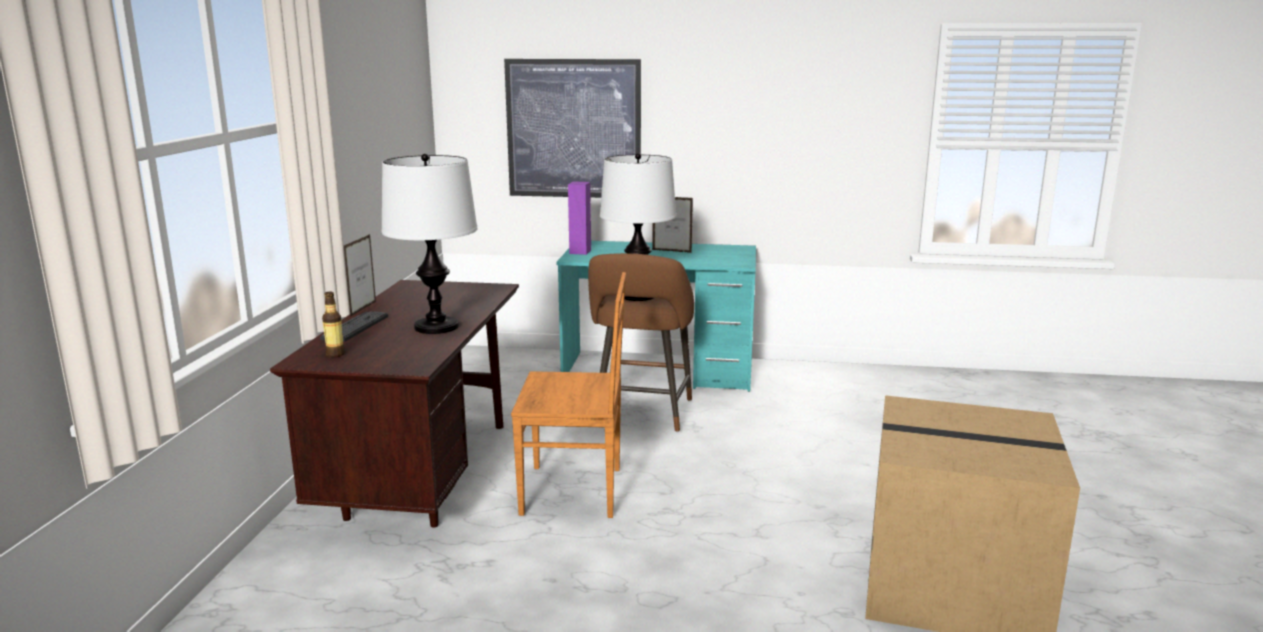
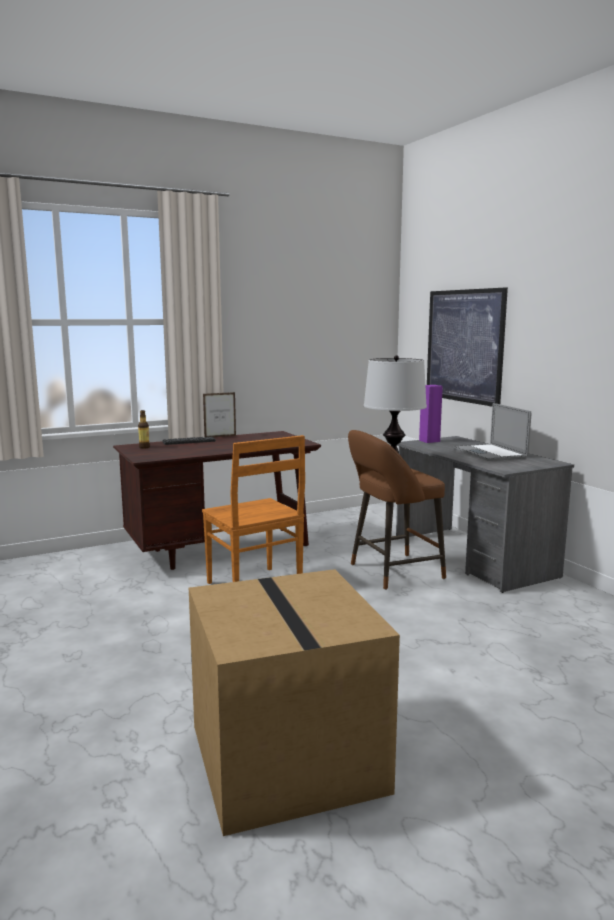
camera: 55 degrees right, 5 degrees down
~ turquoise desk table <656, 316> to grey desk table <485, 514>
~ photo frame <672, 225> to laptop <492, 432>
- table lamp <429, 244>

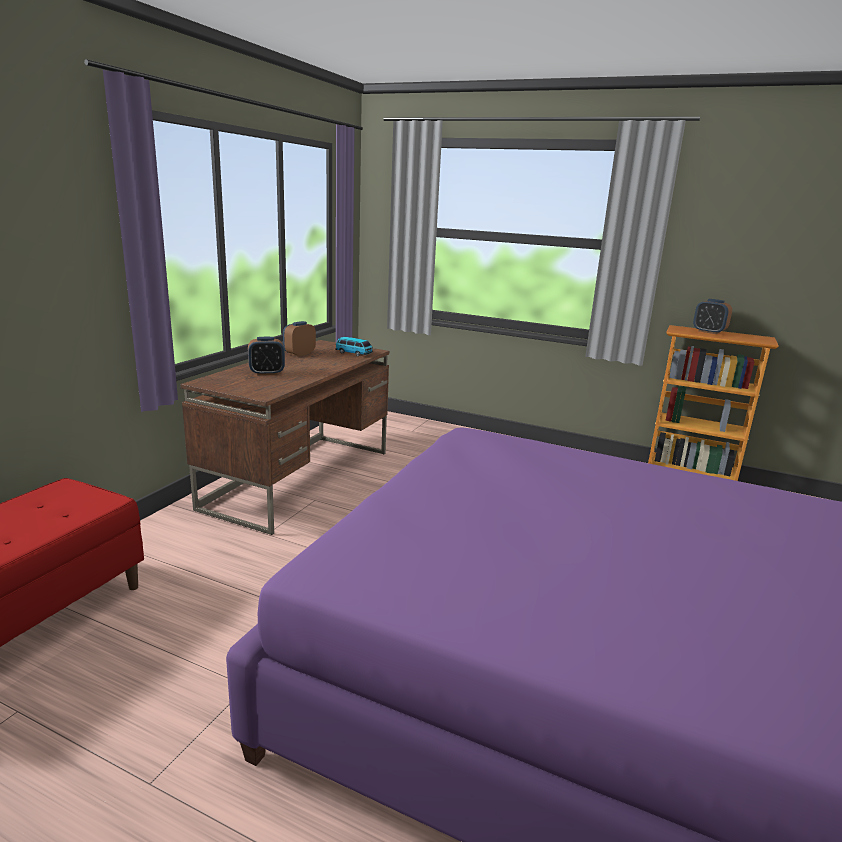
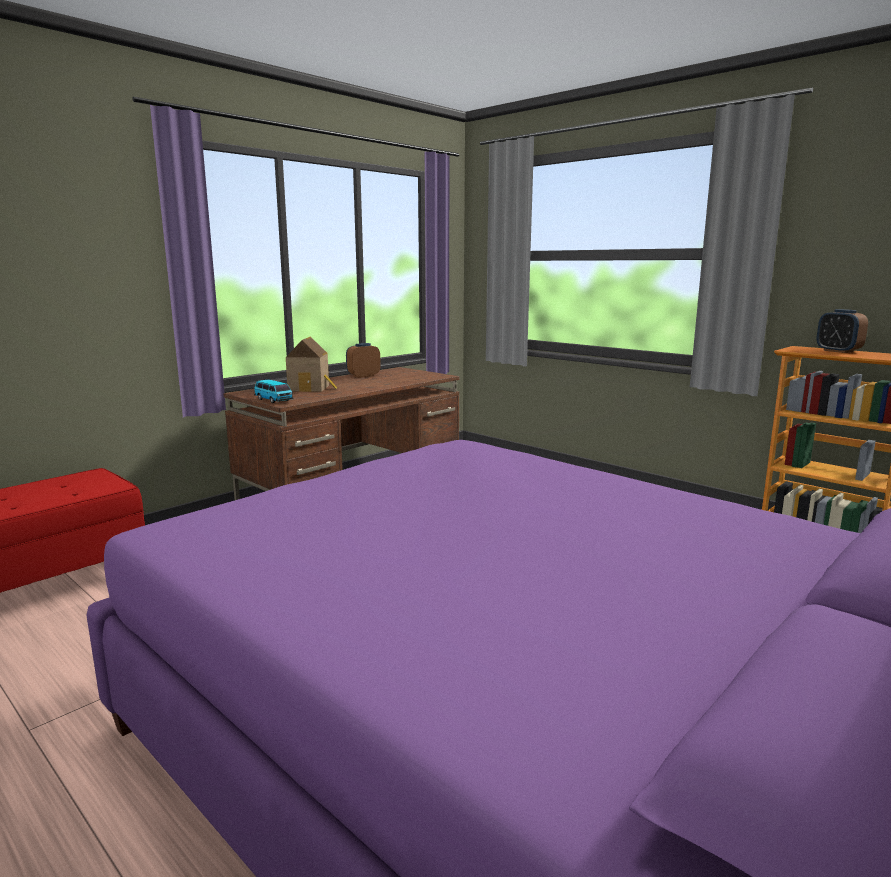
camera: 20 degrees right, 5 degrees down
~ toy car <354, 346> to <274, 391>
~ alarm clock <266, 356> to toy house <311, 364>

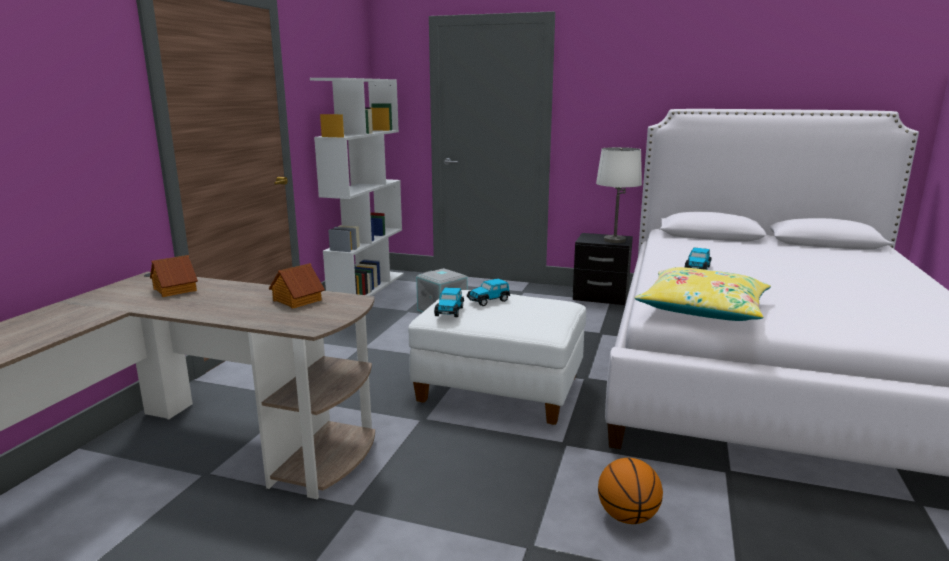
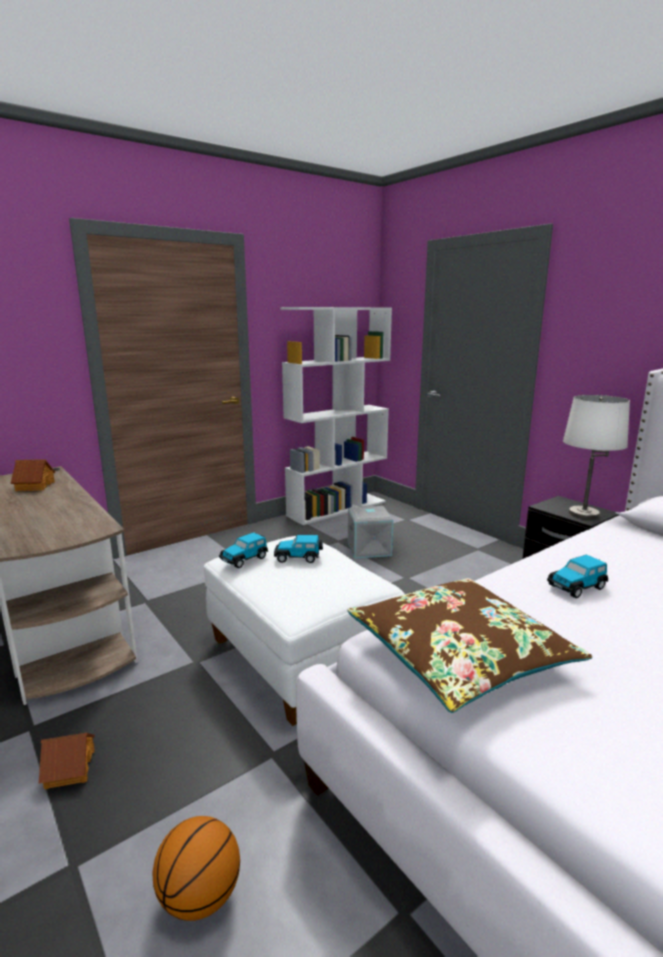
camera: 35 degrees right, 0 degrees up
~ toy house <297, 286> to <67, 761>
~ yellow-coloured pillow <702, 294> to brown-coloured pillow <470, 645>

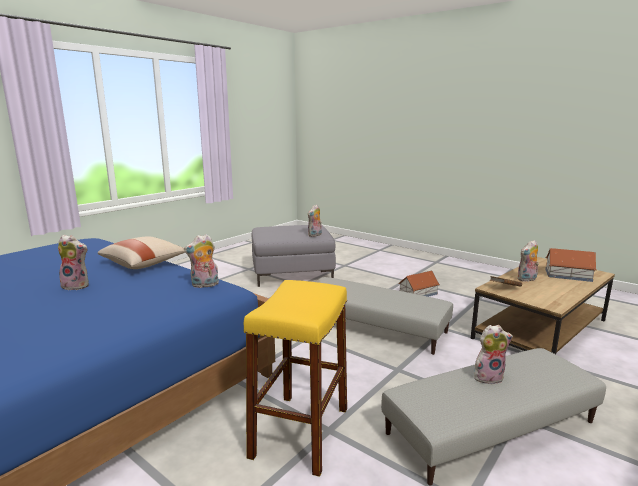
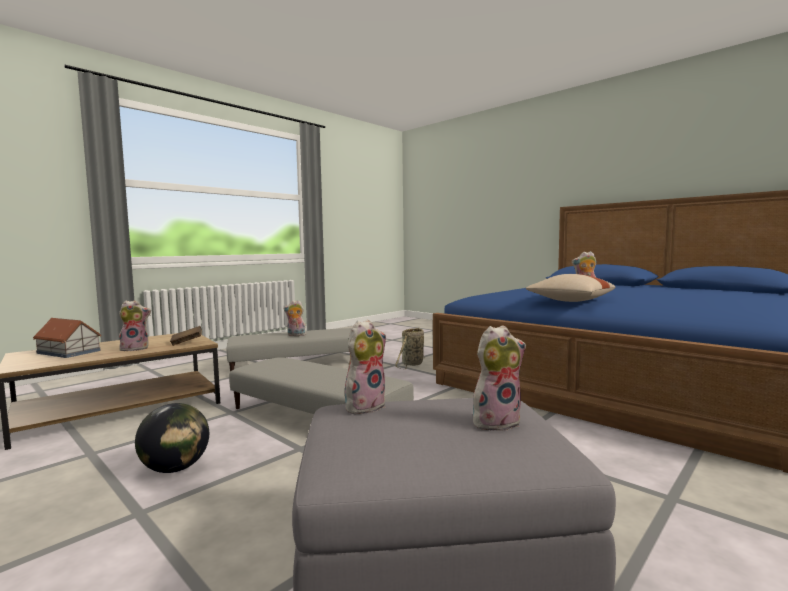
camera: 175 degrees left, 10 degrees down
~ toy house <419, 283> to world globe <172, 438>
~ yellow-coloured stool seat <295, 378> to household basket <410, 349>
~ soft toy <201, 261> to <499, 378>

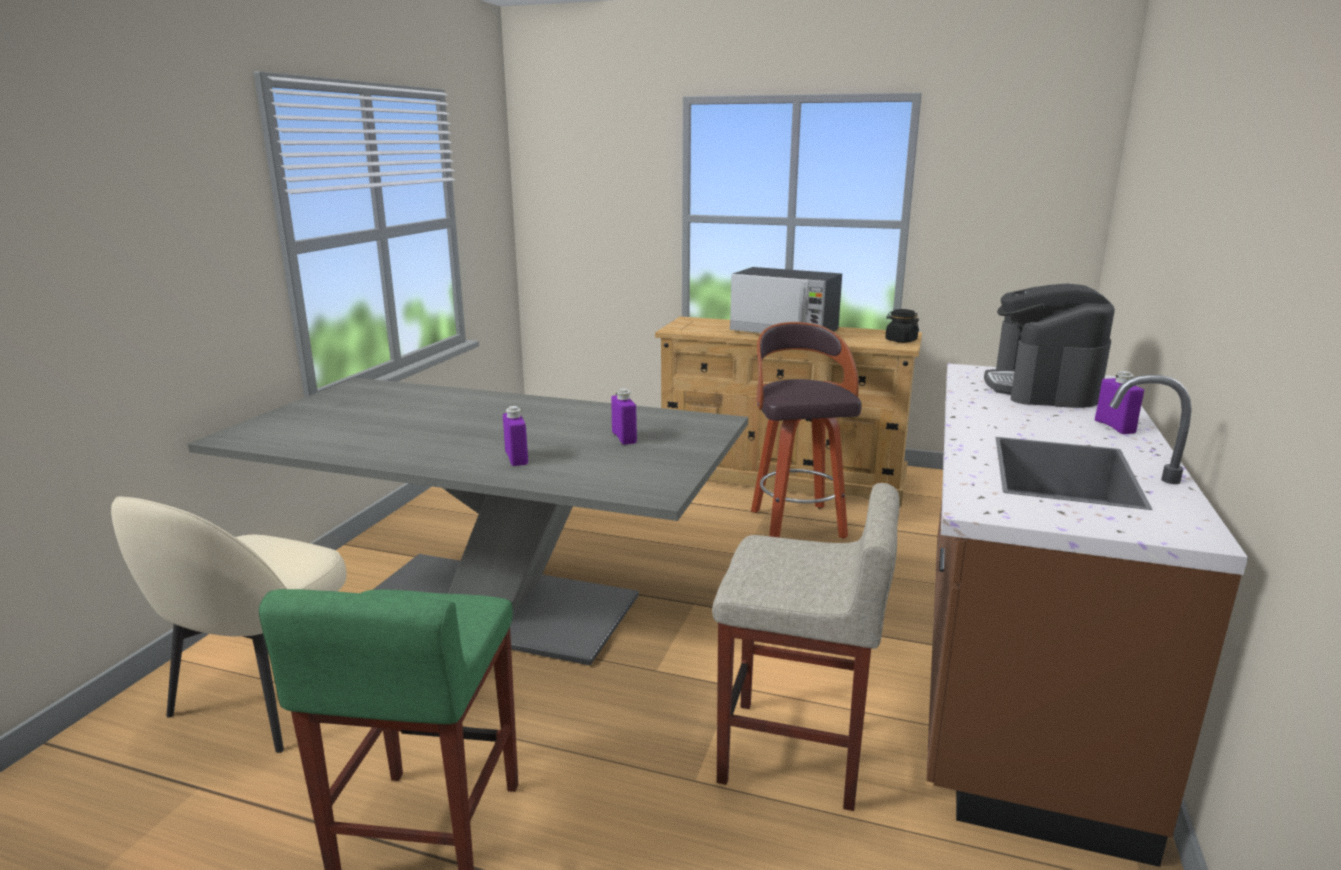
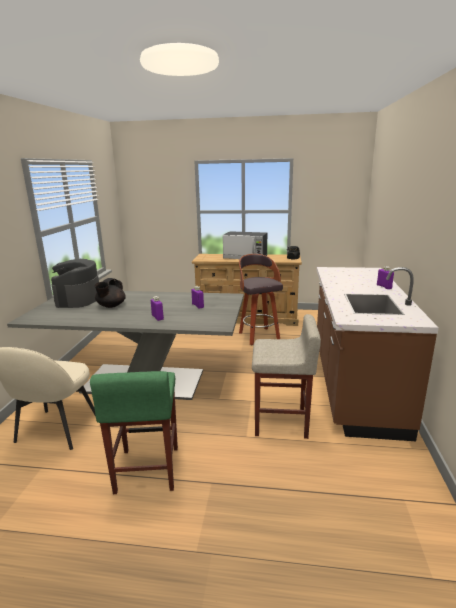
camera: 10 degrees left, 0 degrees up
~ coffee brewer <1049, 345> to <75, 283>
+ blackish tea pot <110, 293>

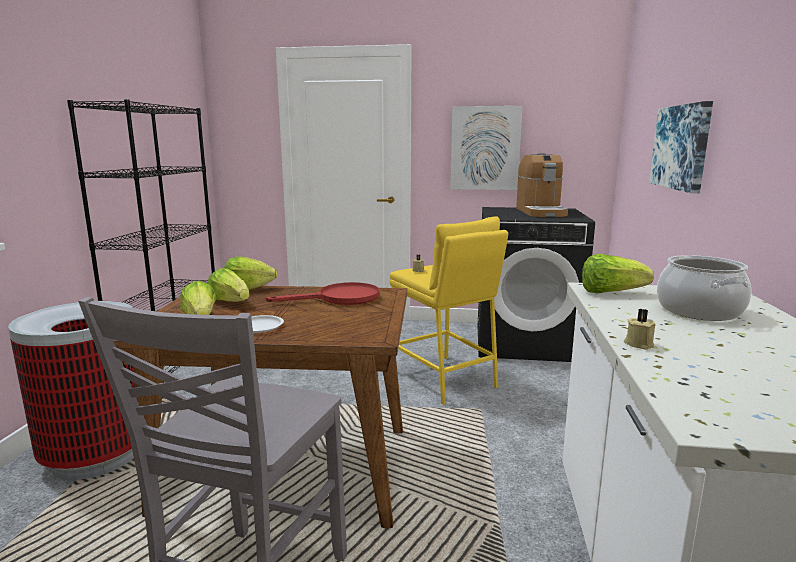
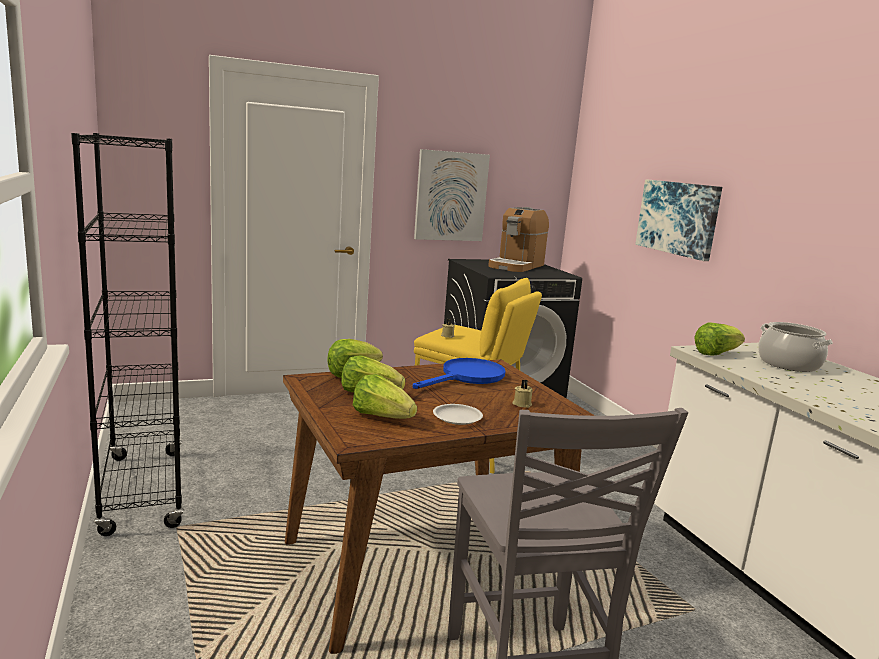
camera: 30 degrees left, 0 degrees up
~ red-coloured frying pan <323, 293> to blue-coloured frying pan <459, 373>
~ coffee brewer <542, 185> = <518, 239> 60 degrees clockwise
~ sand-coloured wax light <639, 329> to <522, 393>
- rubbish bin <71, 391>

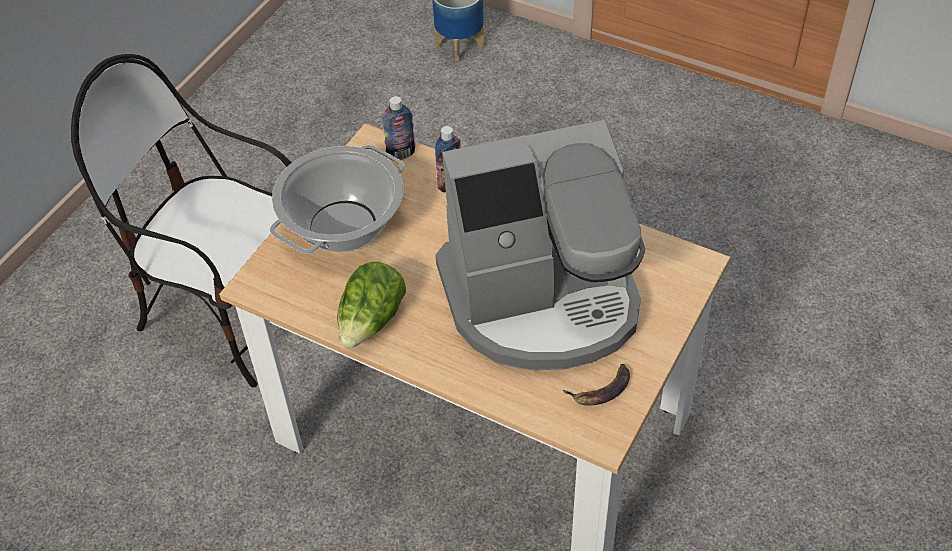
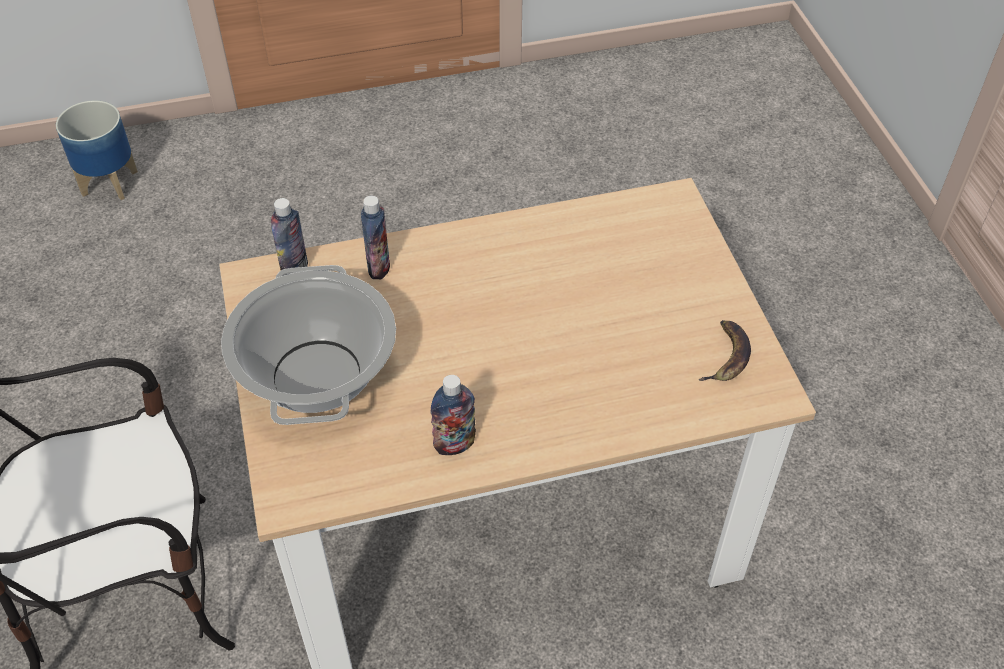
camera: 45 degrees left, 0 degrees up
~ lettuce head <372, 305> to drink bottle <453, 415>
- coffee brewer <540, 245>

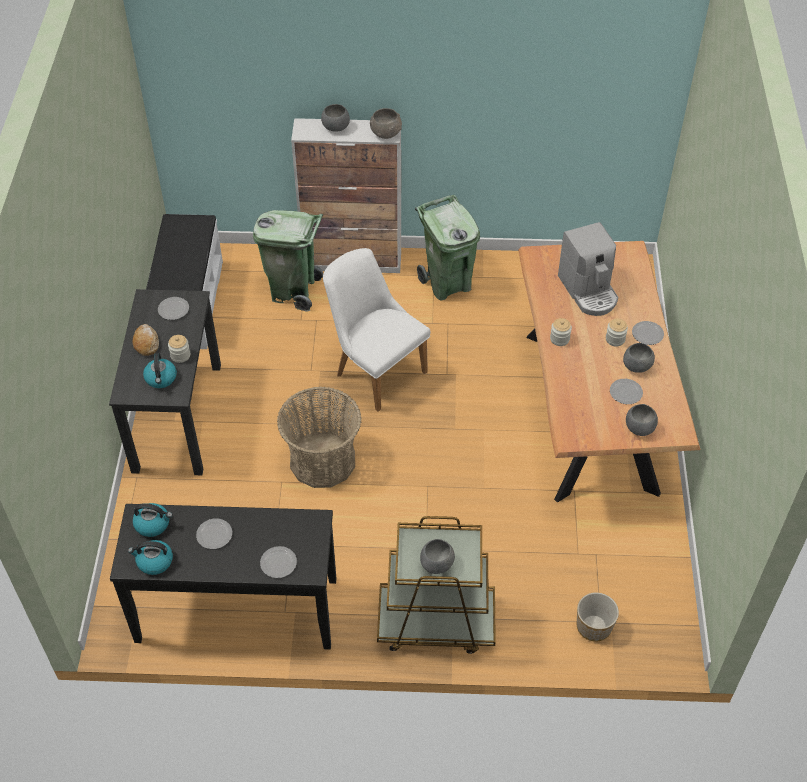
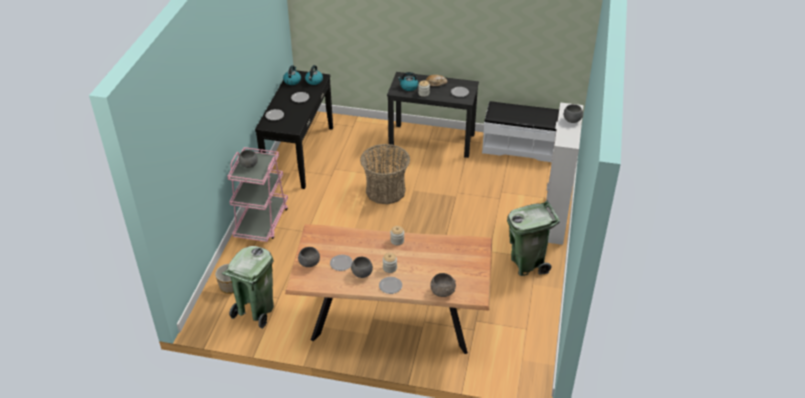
camera: 100 degrees right, 10 degrees down
~ greenish rubbish bin <288, 260> to <248, 287>
~ brown-coloured cart <436, 585> to pink cart <257, 194>
~ grey deep dish <386, 123> to <443, 285>
- white chair <376, 330>
- coffee brewer <588, 269>

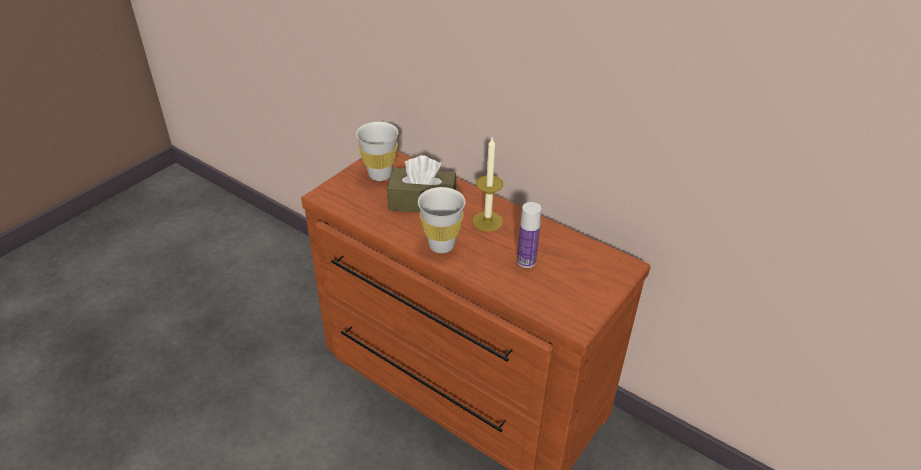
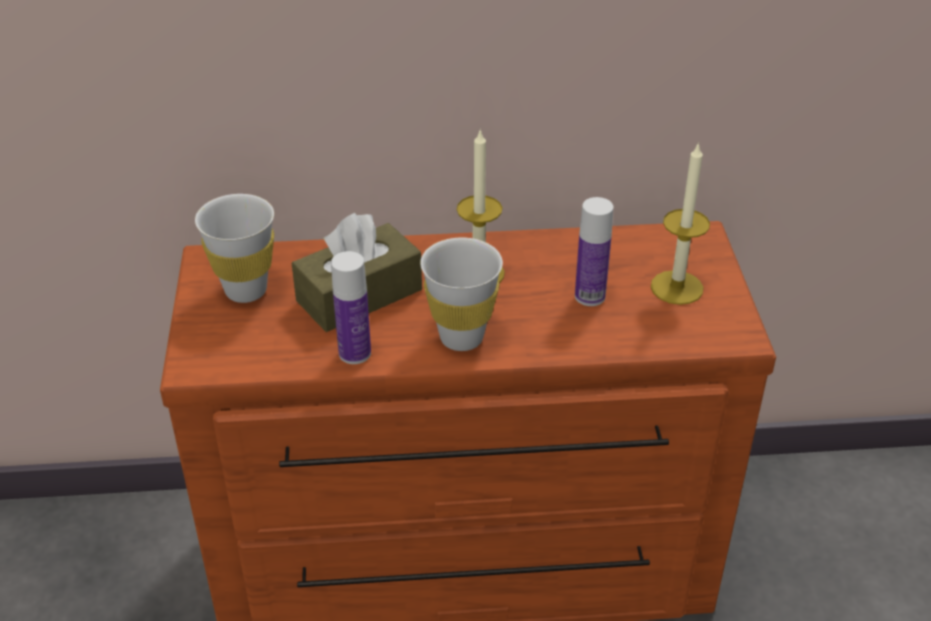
camera: 40 degrees left, 0 degrees up
+ drink bottle <351, 307>
+ wax light <680, 223>

